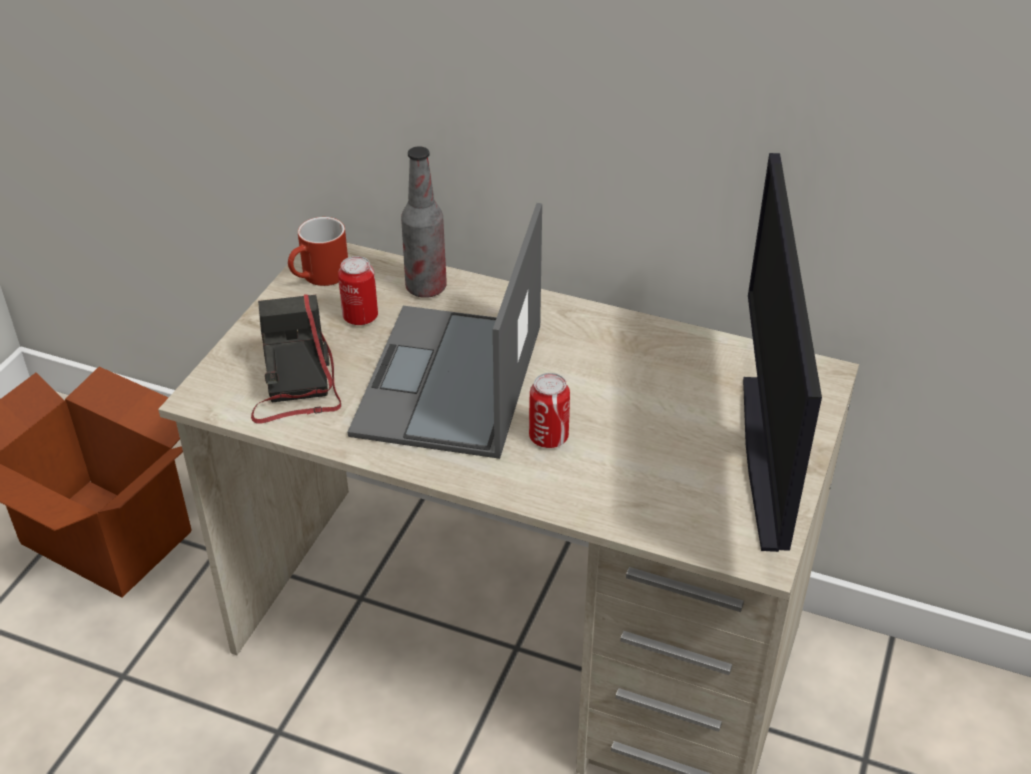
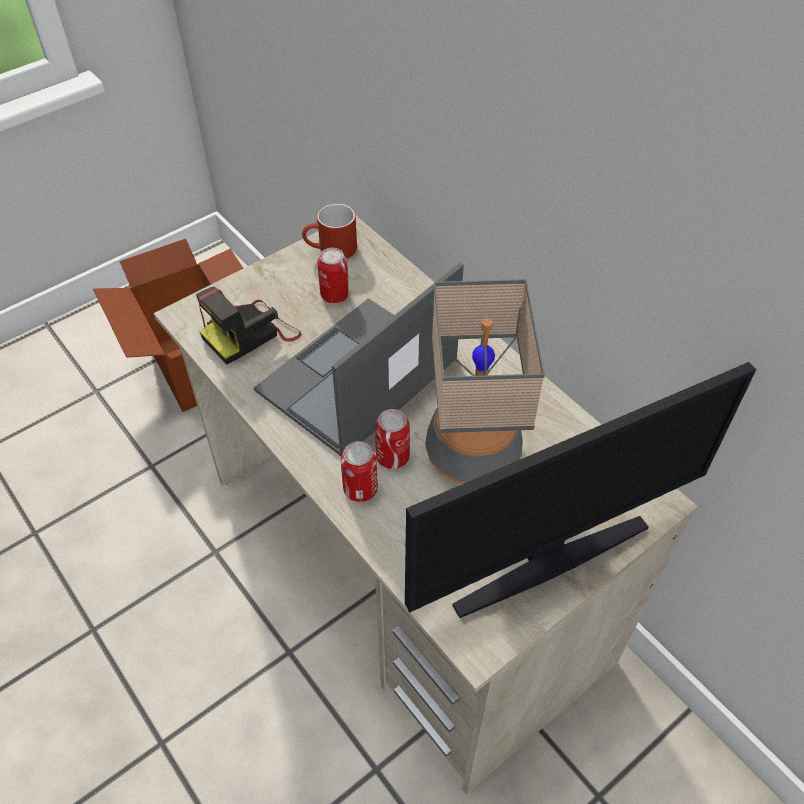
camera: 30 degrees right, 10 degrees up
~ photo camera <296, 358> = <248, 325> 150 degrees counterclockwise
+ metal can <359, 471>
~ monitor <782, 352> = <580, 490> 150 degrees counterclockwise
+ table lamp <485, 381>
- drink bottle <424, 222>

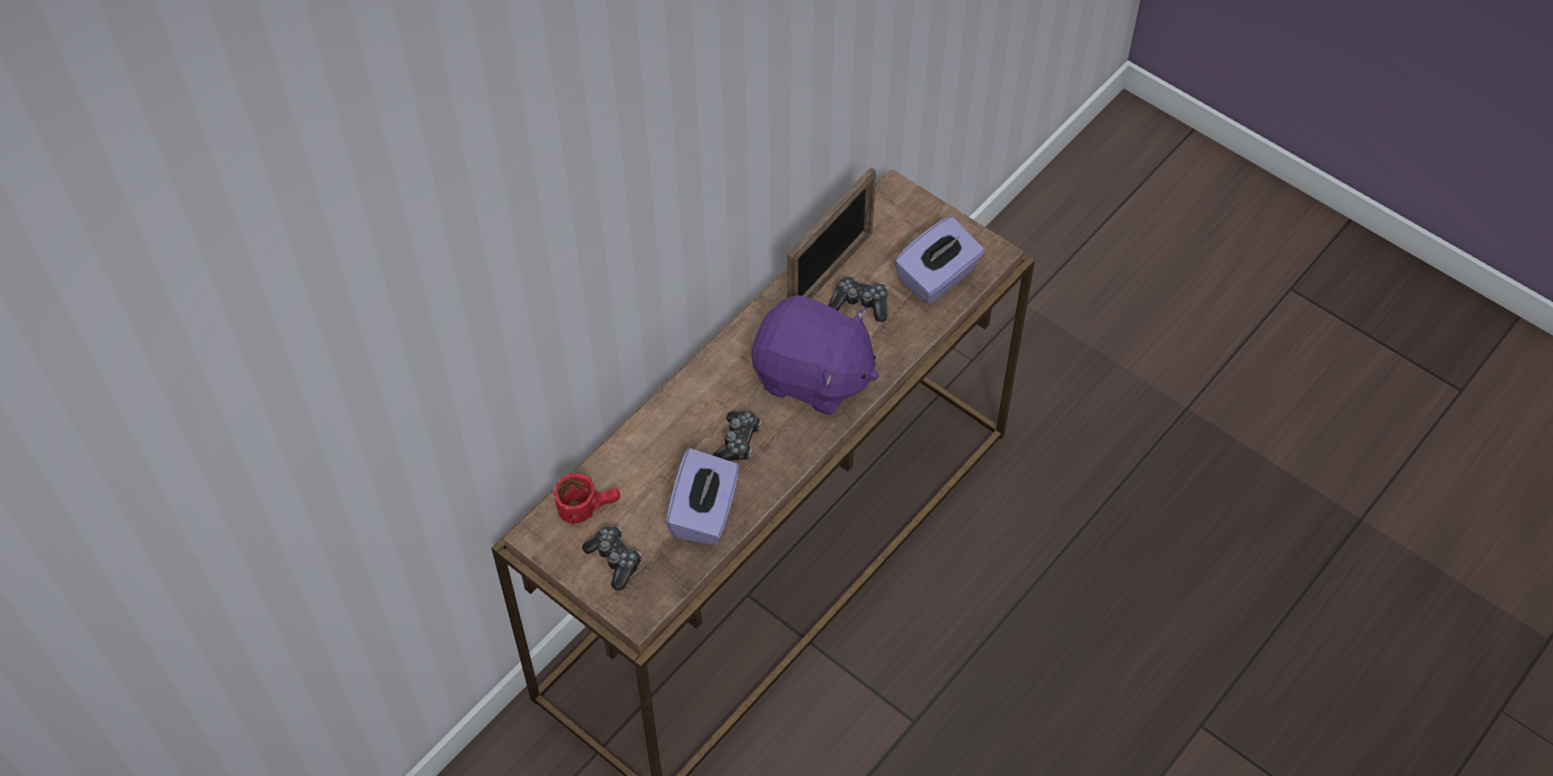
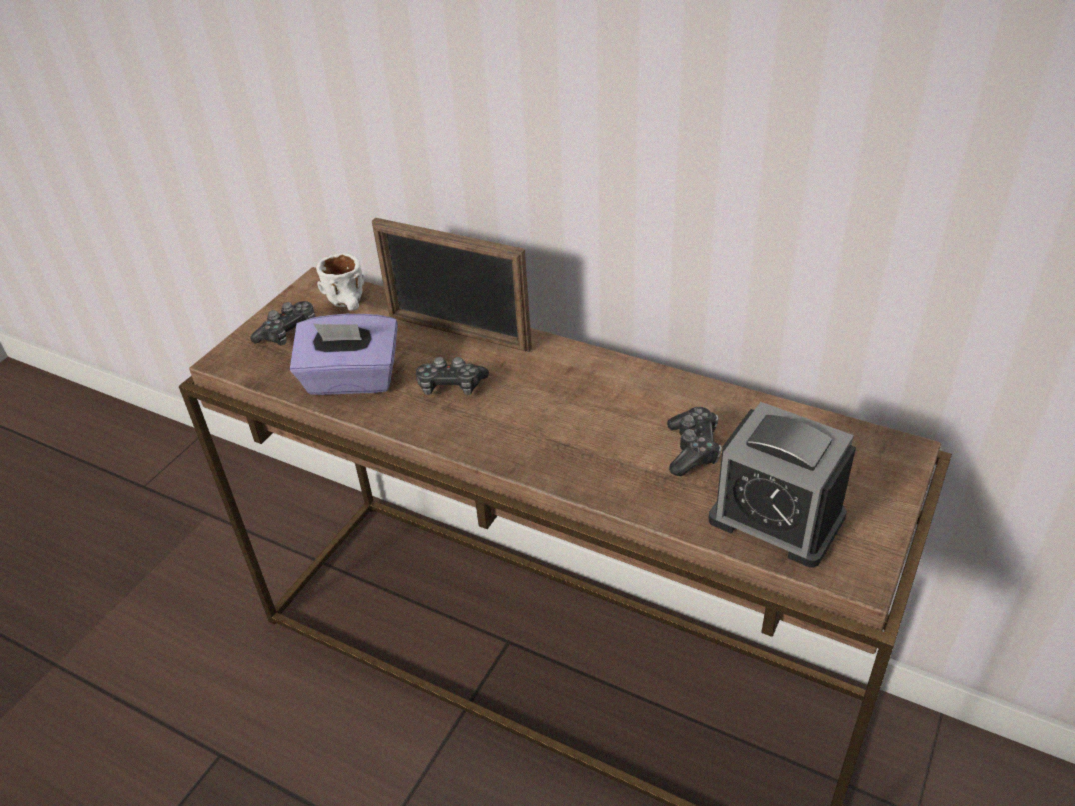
camera: 80 degrees right, 15 degrees down
~ red-coloured coffee mug <587, 498> to white coffee mug <340, 282>
~ photo frame <831, 232> to <452, 285>
~ purple-coloured tissue holder <939, 261> to alarm clock <782, 485>
- purple-coloured soft toy <815, 355>

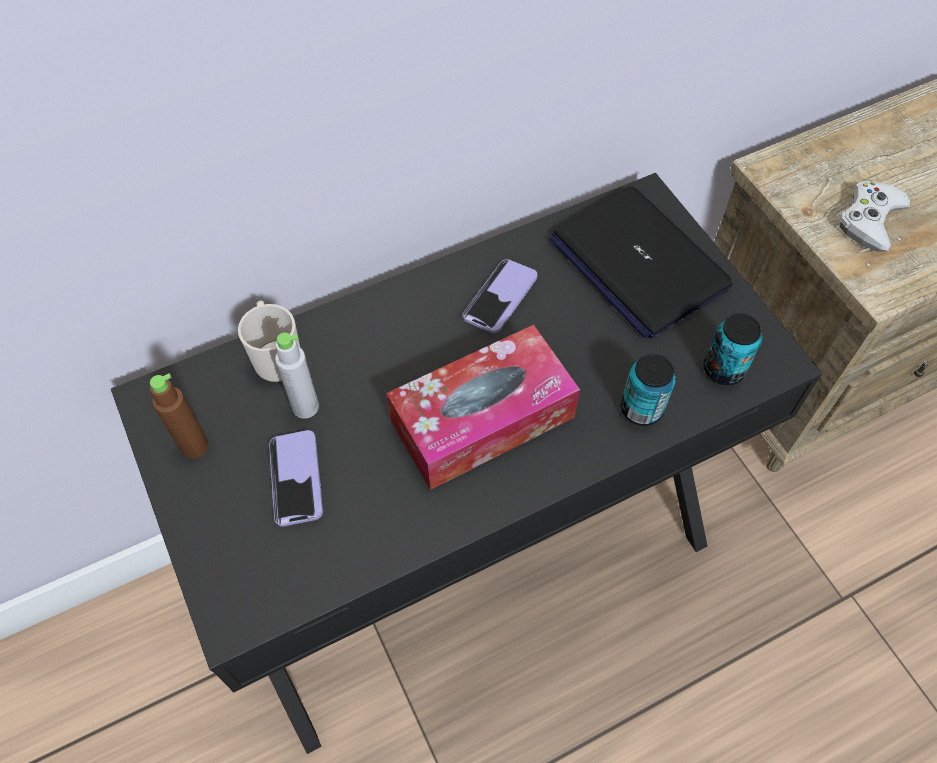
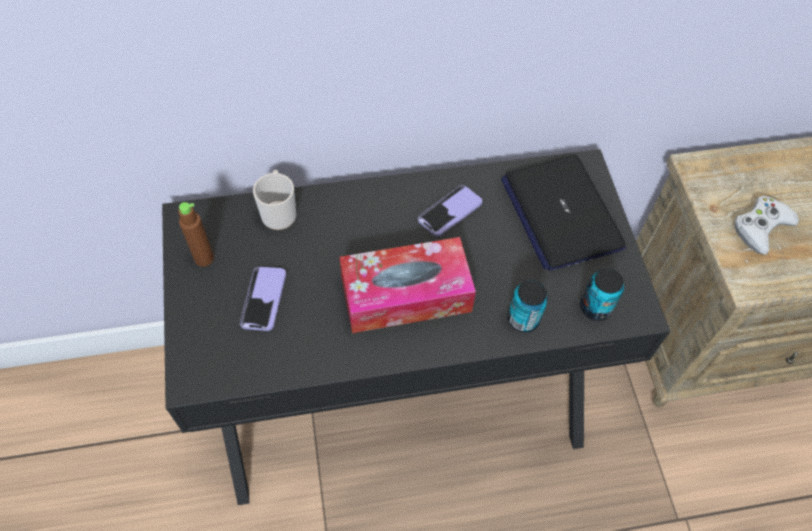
camera: 15 degrees right, 0 degrees up
- grey drink bottle <297, 375>

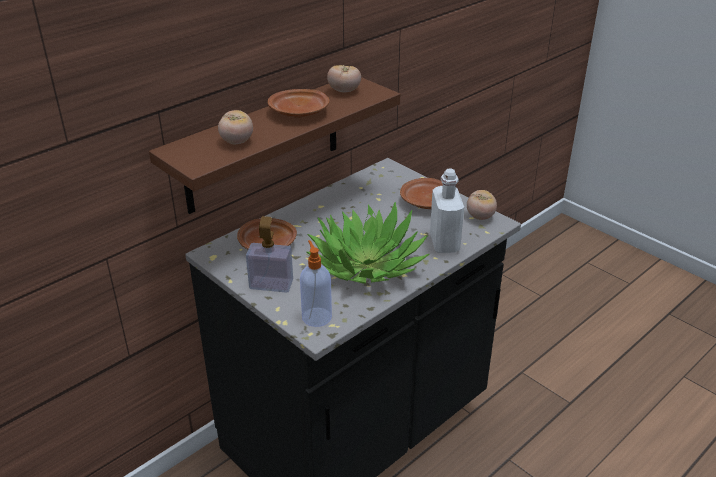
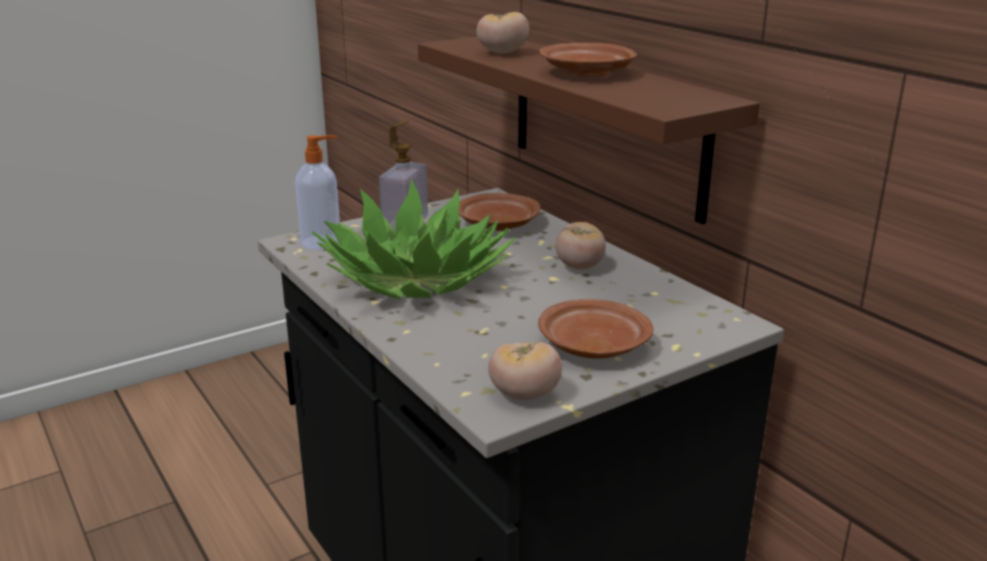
camera: 100 degrees right, 10 degrees down
~ tomato <344, 78> to <581, 246>
- white drink bottle <447, 211>

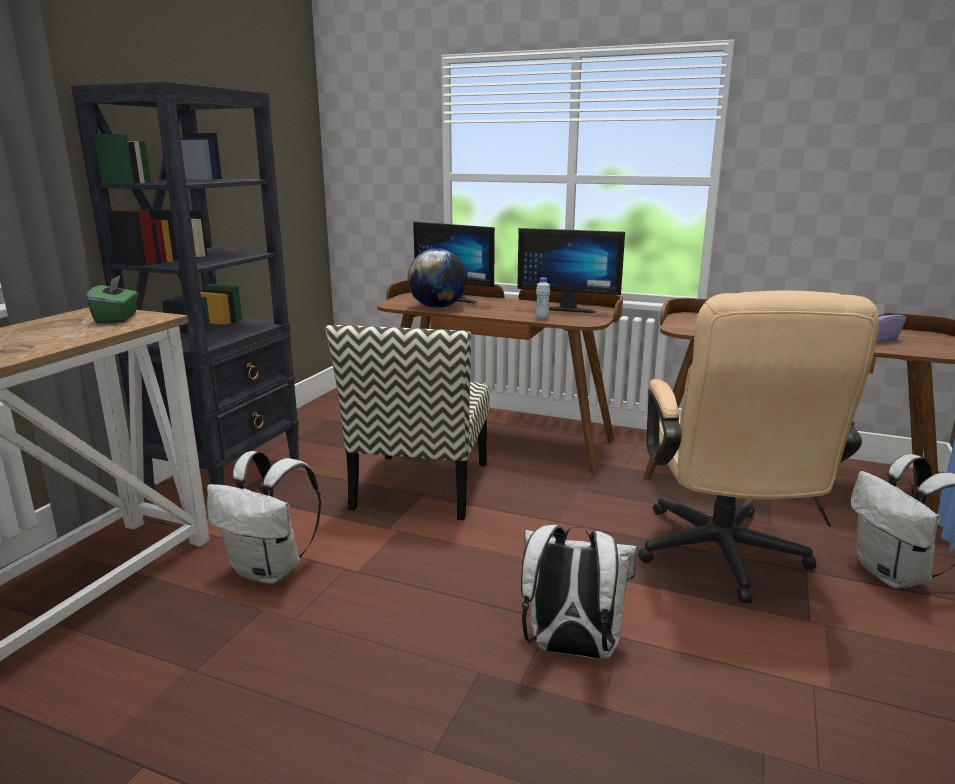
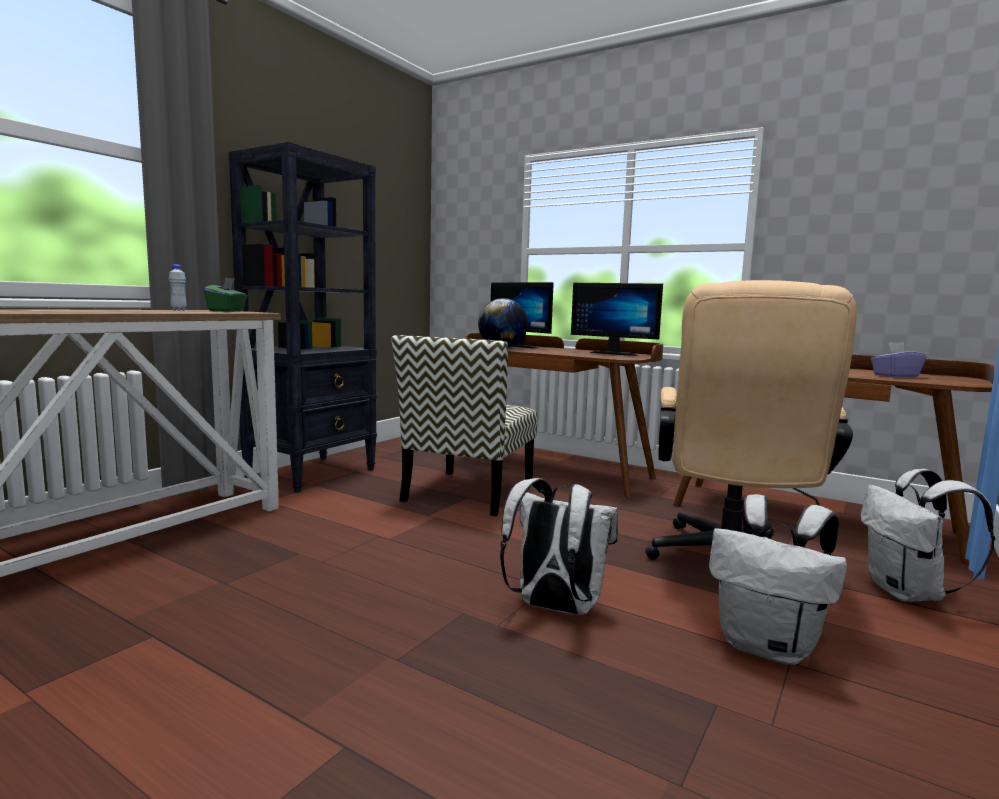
camera: 10 degrees right, 10 degrees down
~ white drink bottle <543, 298> to <178, 287>
~ white knapsack <264, 517> to <778, 579>

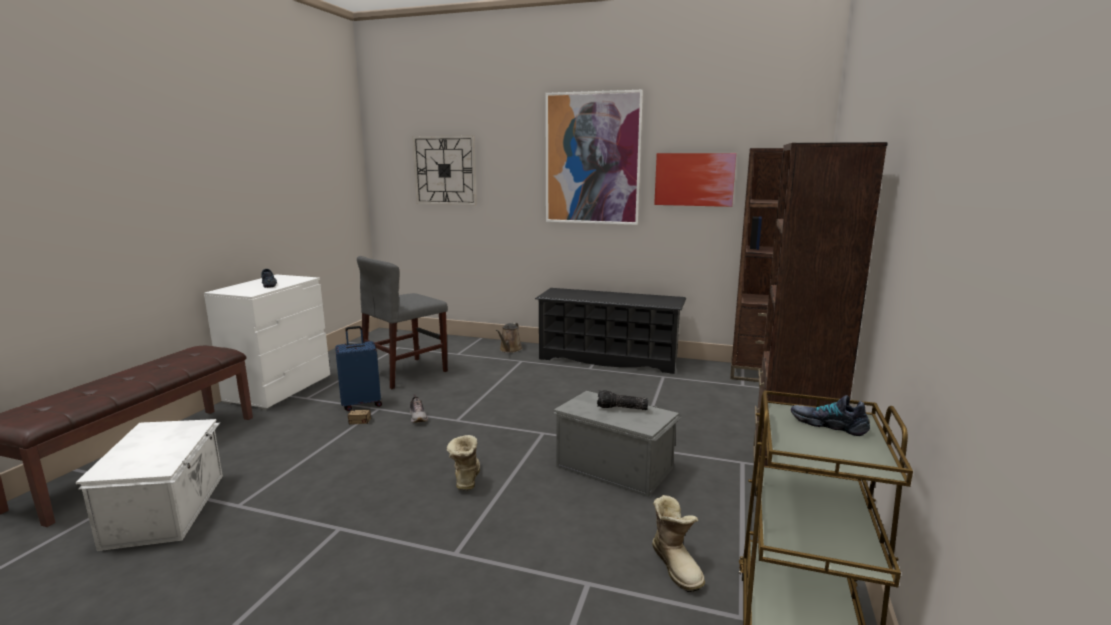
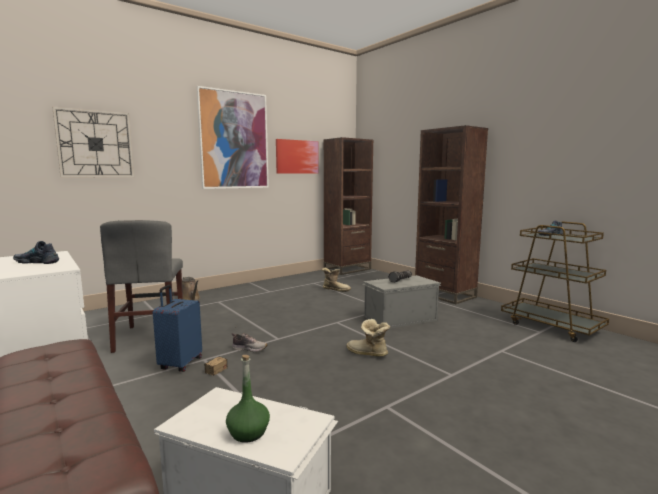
camera: 55 degrees left, 5 degrees down
+ greenish drink bottle <248, 399>
~ boot <678, 543> to <336, 280>
- blackish shoe rack <610, 331>

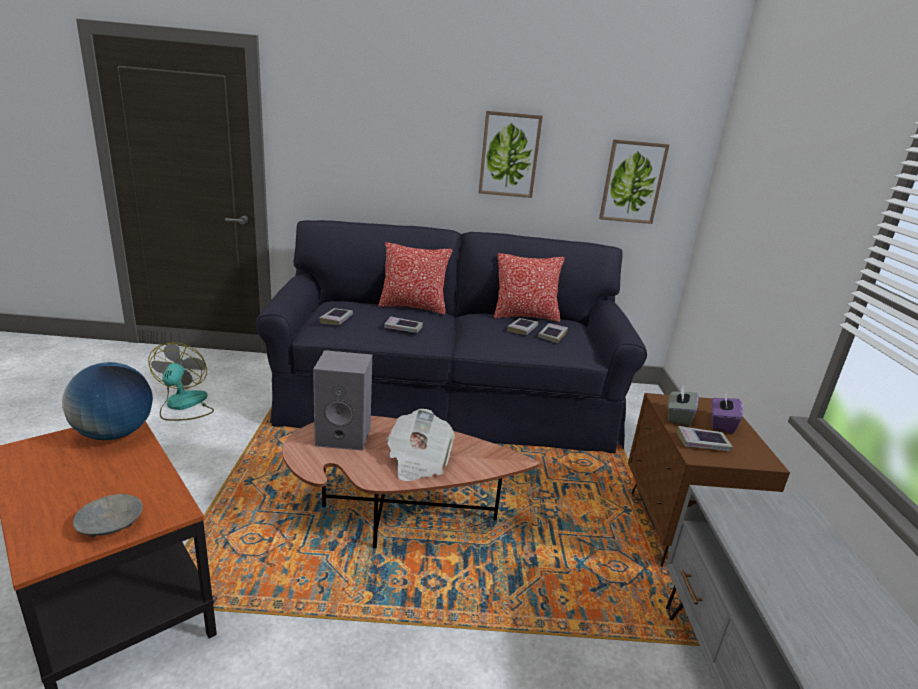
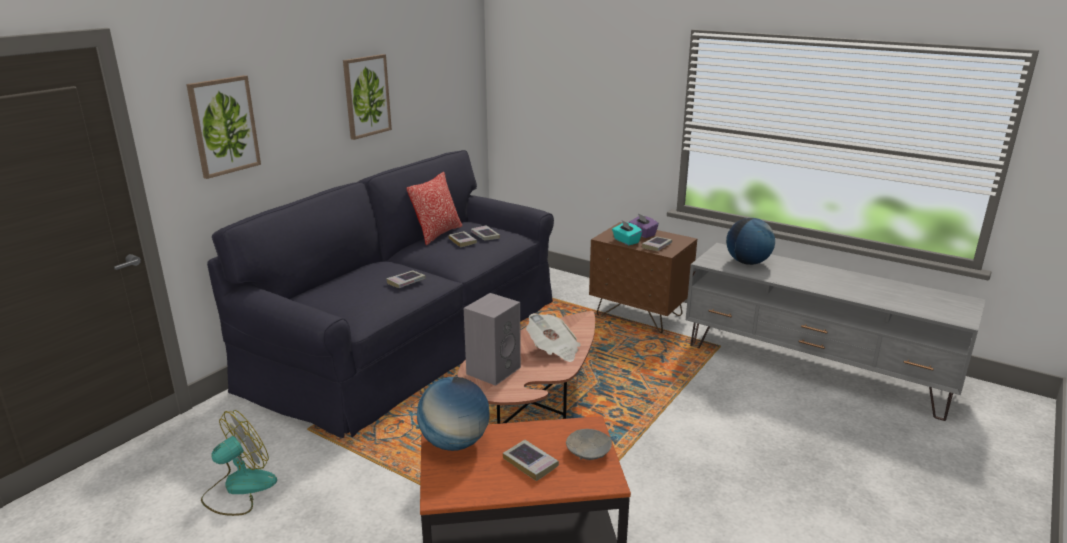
camera: 55 degrees left, 0 degrees up
~ picture <634, 181> to <223, 127>
~ cooling fan <181, 382> = <239, 463> 105 degrees clockwise
~ book <336, 316> to <531, 460>
~ grey tissue holder <683, 405> to turquoise tissue holder <627, 232>
+ world globe <750, 241>
- pillow <415, 278>

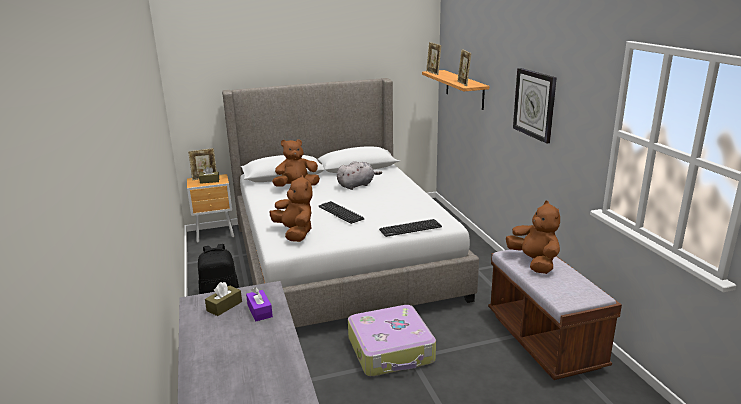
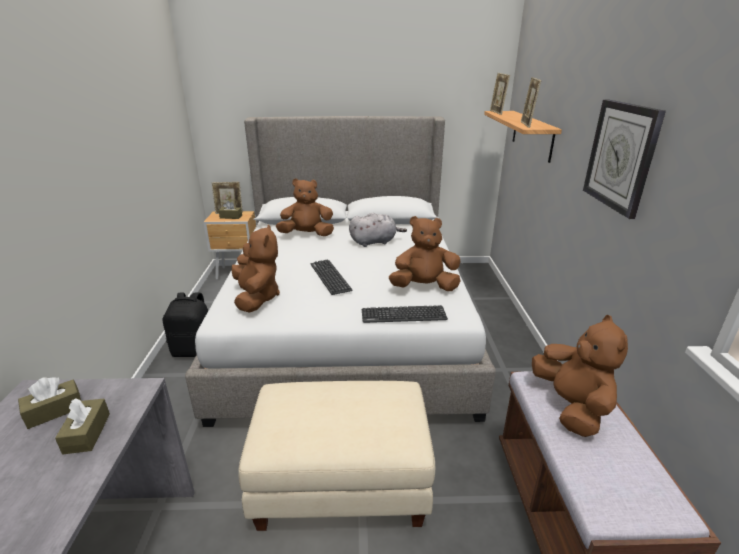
camera: 15 degrees right, 5 degrees up
~ purple-coloured tissue holder <259, 304> to brown-coloured tissue holder <82, 426>
~ piece of luggage <392, 340> to sand-coloured pouffe <336, 456>
+ brown-coloured soft toy <425, 253>

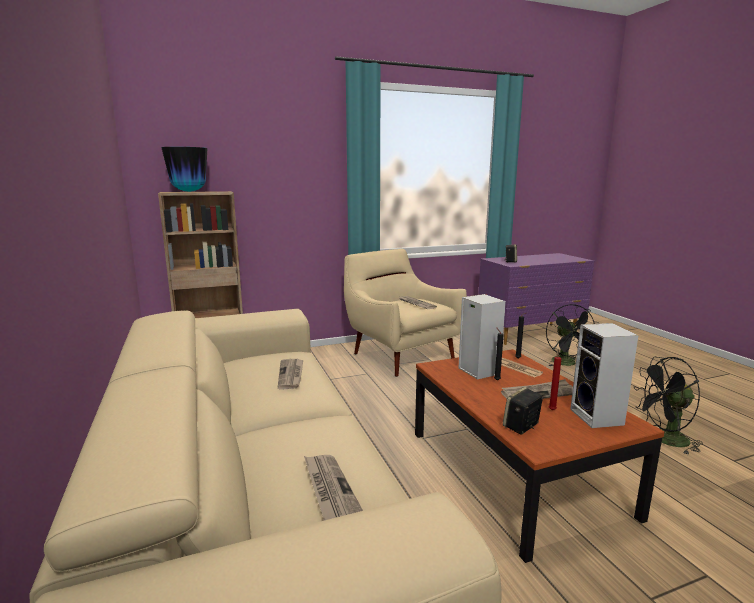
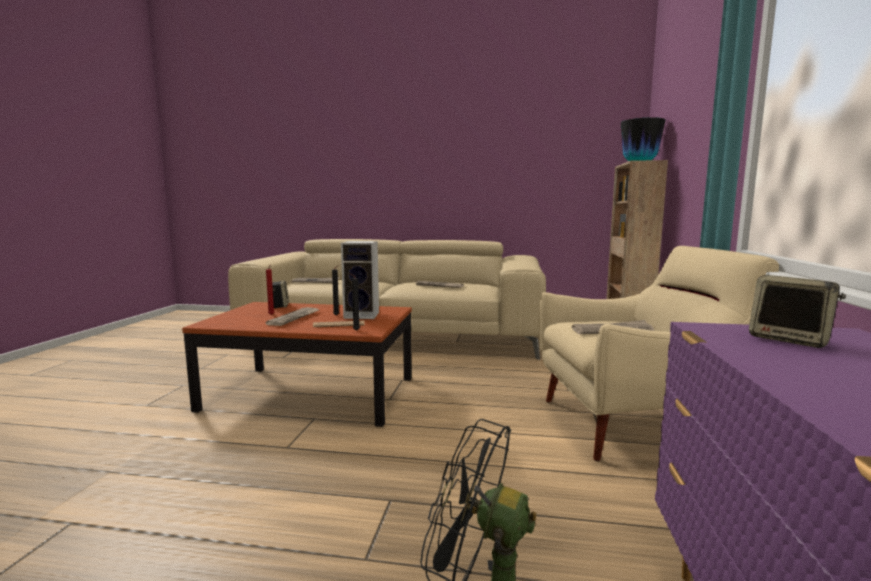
camera: 120 degrees right, 5 degrees down
- loudspeaker <604, 375>
- blackish cooling fan <668, 406>

